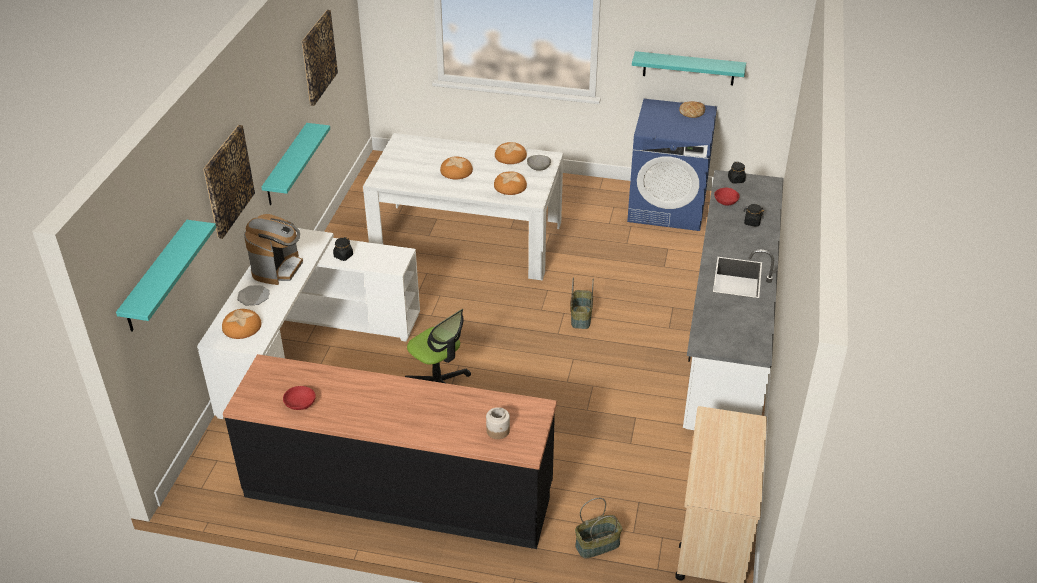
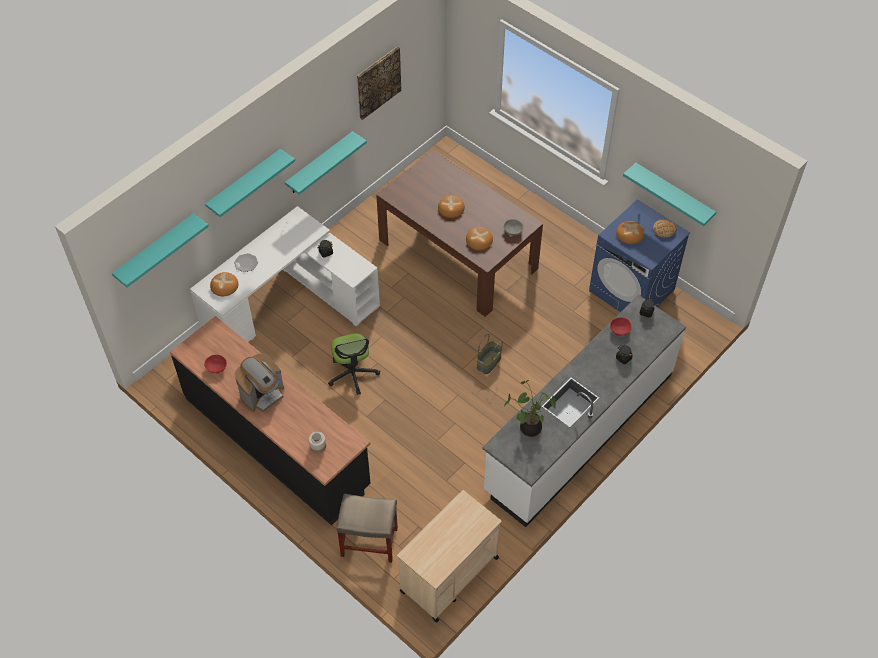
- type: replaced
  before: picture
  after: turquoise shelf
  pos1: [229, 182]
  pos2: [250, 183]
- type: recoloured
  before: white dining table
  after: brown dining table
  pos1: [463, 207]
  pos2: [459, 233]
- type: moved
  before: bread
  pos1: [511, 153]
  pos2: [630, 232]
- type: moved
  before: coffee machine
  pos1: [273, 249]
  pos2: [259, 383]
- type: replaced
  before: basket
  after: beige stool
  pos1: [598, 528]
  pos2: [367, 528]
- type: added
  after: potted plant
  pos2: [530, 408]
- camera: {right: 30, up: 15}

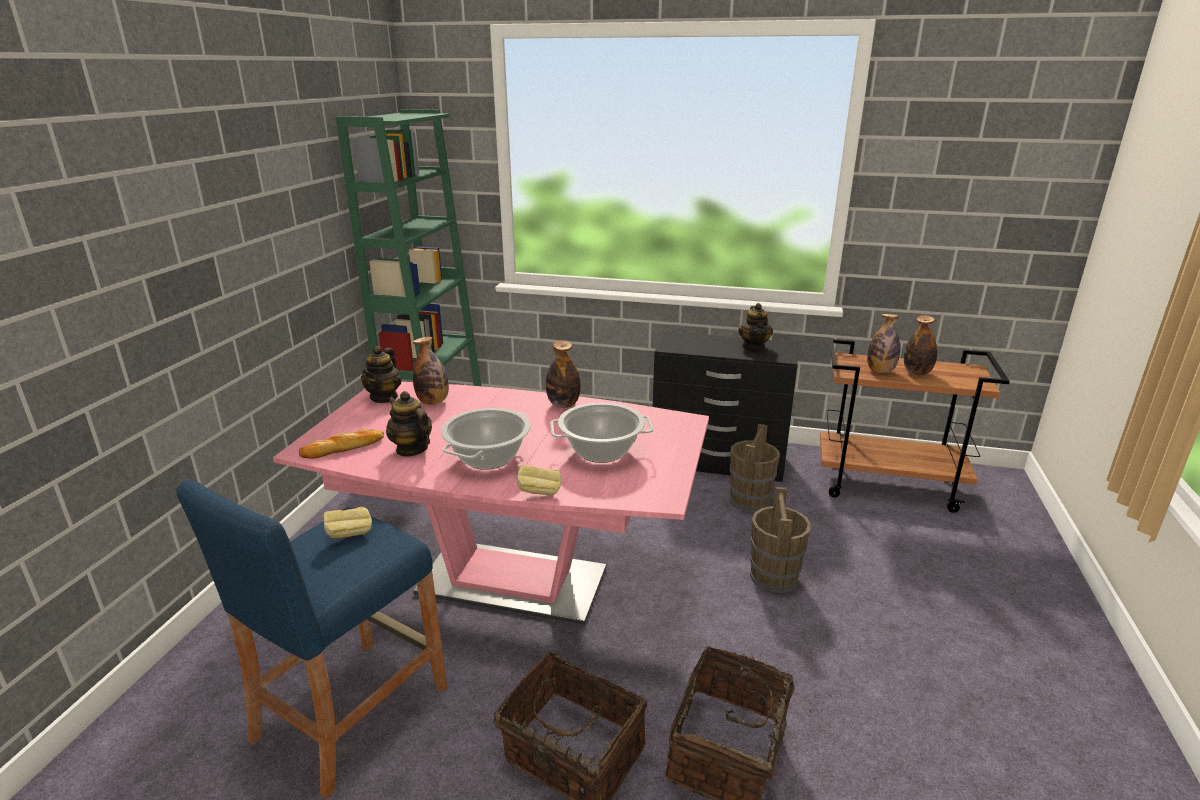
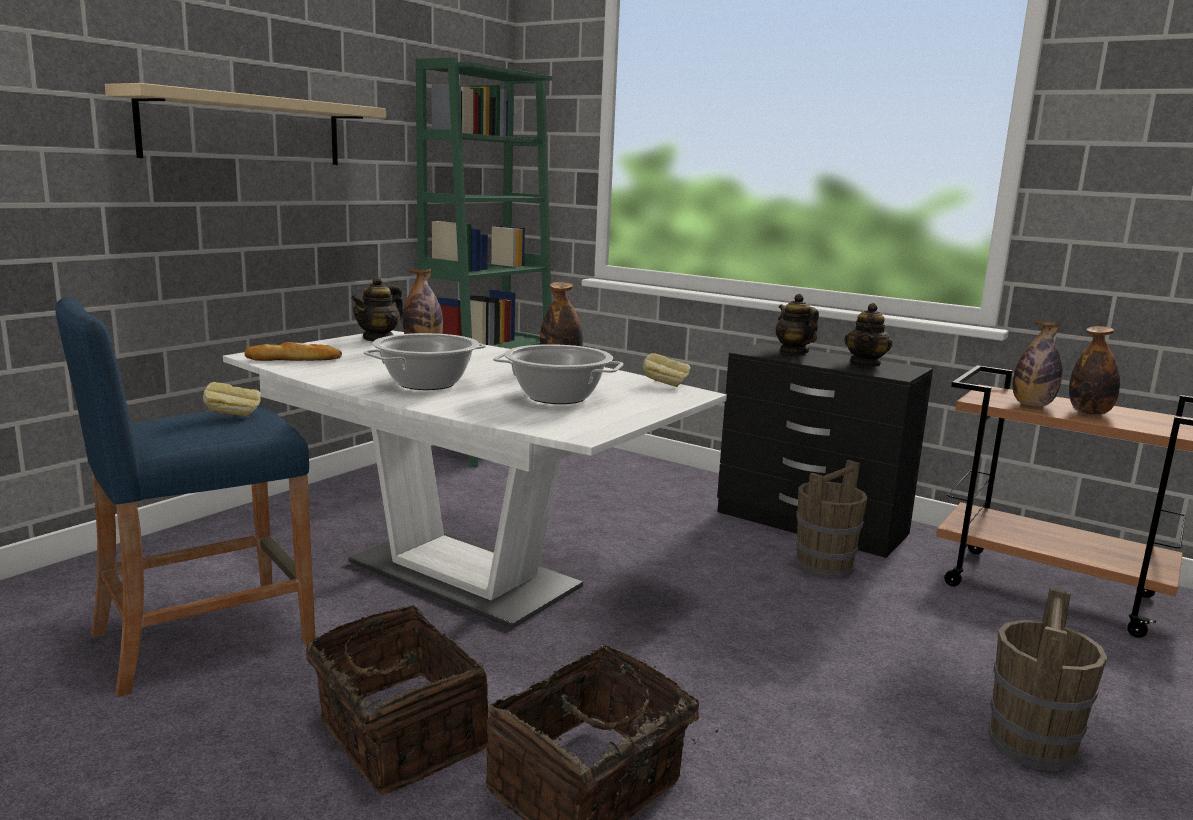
- type: recoloured
  before: pink dining table
  after: white dining table
  pos1: [491, 503]
  pos2: [475, 479]
- type: moved
  before: teapot
  pos1: [409, 424]
  pos2: [797, 324]
- type: moved
  before: bread
  pos1: [539, 480]
  pos2: [667, 370]
- type: moved
  before: brown bucket
  pos1: [780, 540]
  pos2: [1048, 679]
- type: added
  after: beige shelf
  pos2: [245, 124]
- camera: {right: 20, up: -10}

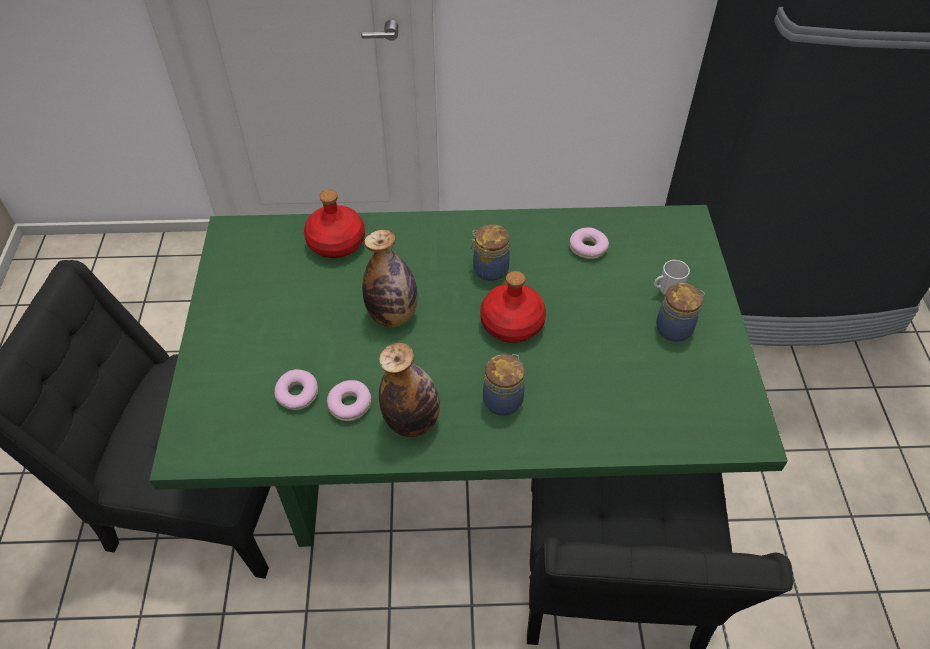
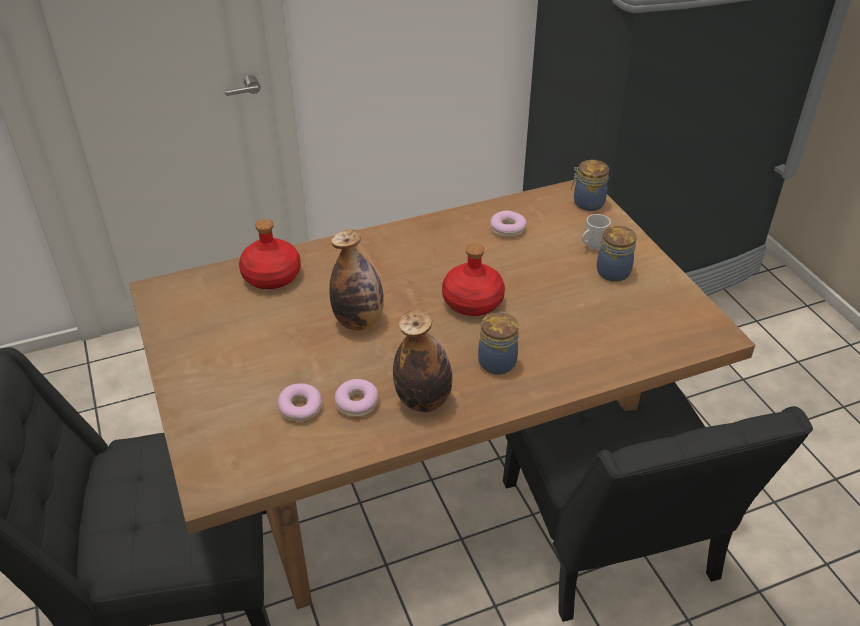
- type: recoloured
  before: green dining table
  after: brown dining table
  pos1: [468, 376]
  pos2: [442, 394]
- type: moved
  before: jar
  pos1: [490, 252]
  pos2: [590, 185]
- camera: {right: -20, up: -10}

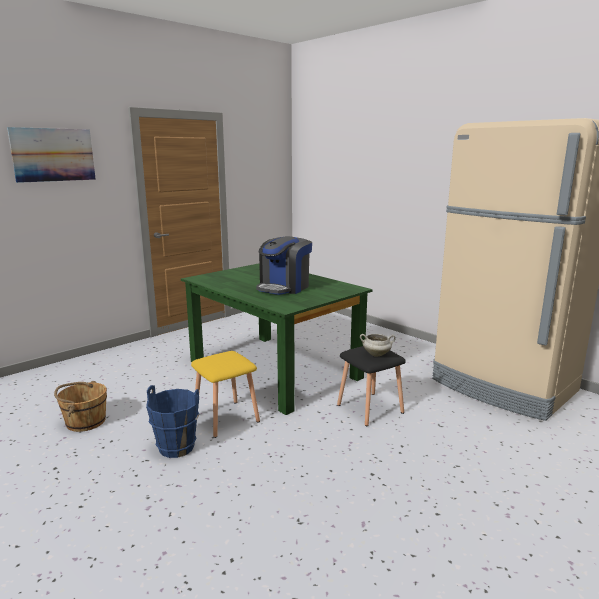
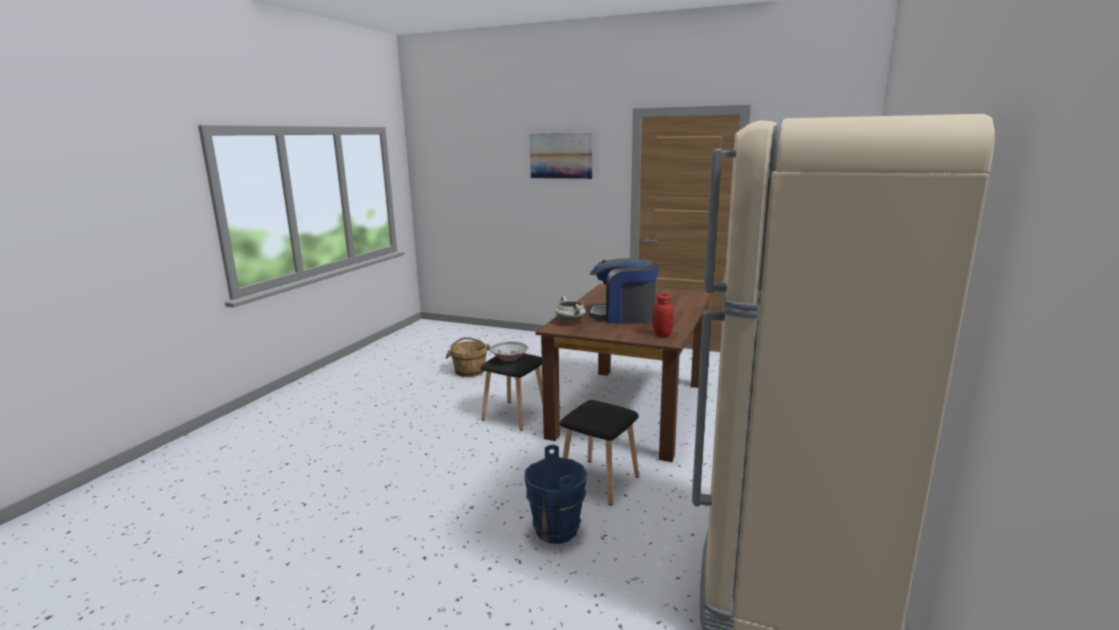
- type: recoloured
  before: green dining table
  after: brown dining table
  pos1: [276, 339]
  pos2: [623, 373]
- type: moved
  before: white cooking pot
  pos1: [378, 345]
  pos2: [570, 310]
- type: recoloured
  before: yellow stool
  after: black stool
  pos1: [225, 394]
  pos2: [512, 392]
- type: moved
  before: blue bucket
  pos1: [172, 421]
  pos2: [555, 494]
- type: added
  after: red jar
  pos2: [662, 315]
- type: added
  after: bowl
  pos2: [509, 351]
- camera: {right: 65, up: 0}

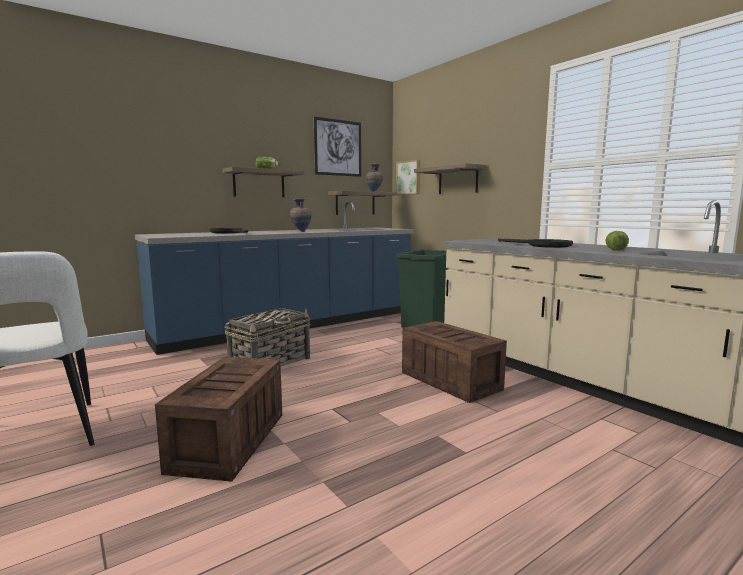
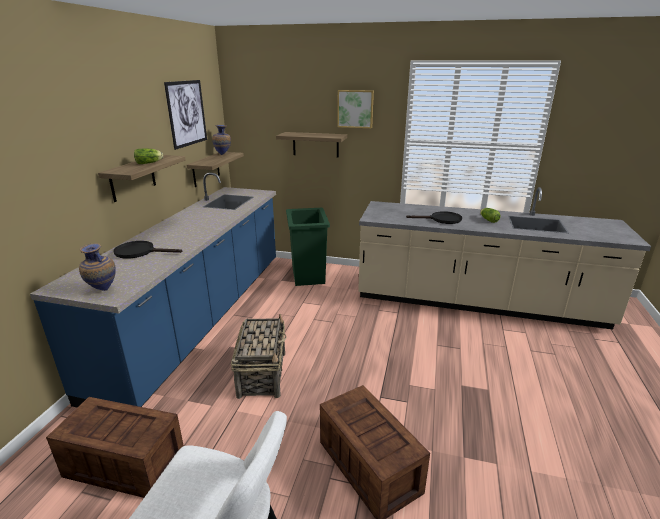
- type: moved
  before: picture
  pos1: [408, 177]
  pos2: [355, 109]
- type: moved
  before: vase
  pos1: [300, 215]
  pos2: [97, 267]
- type: moved
  before: crate
  pos1: [454, 362]
  pos2: [115, 447]
- camera: {right: -40, up: 15}

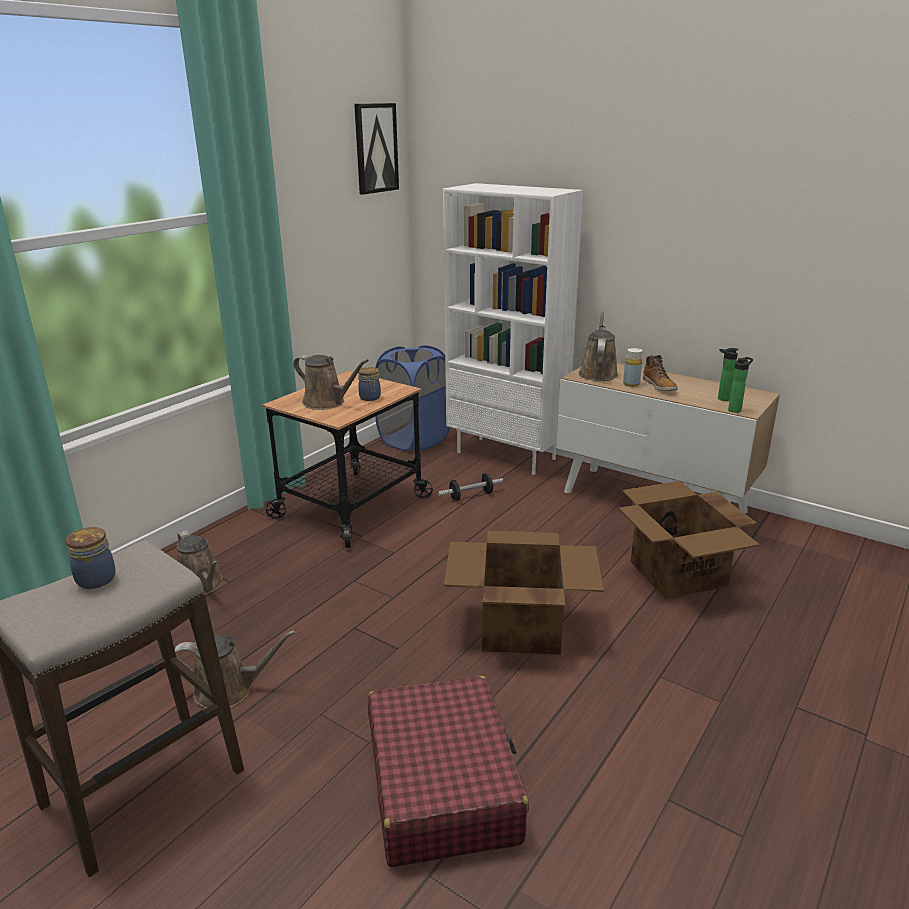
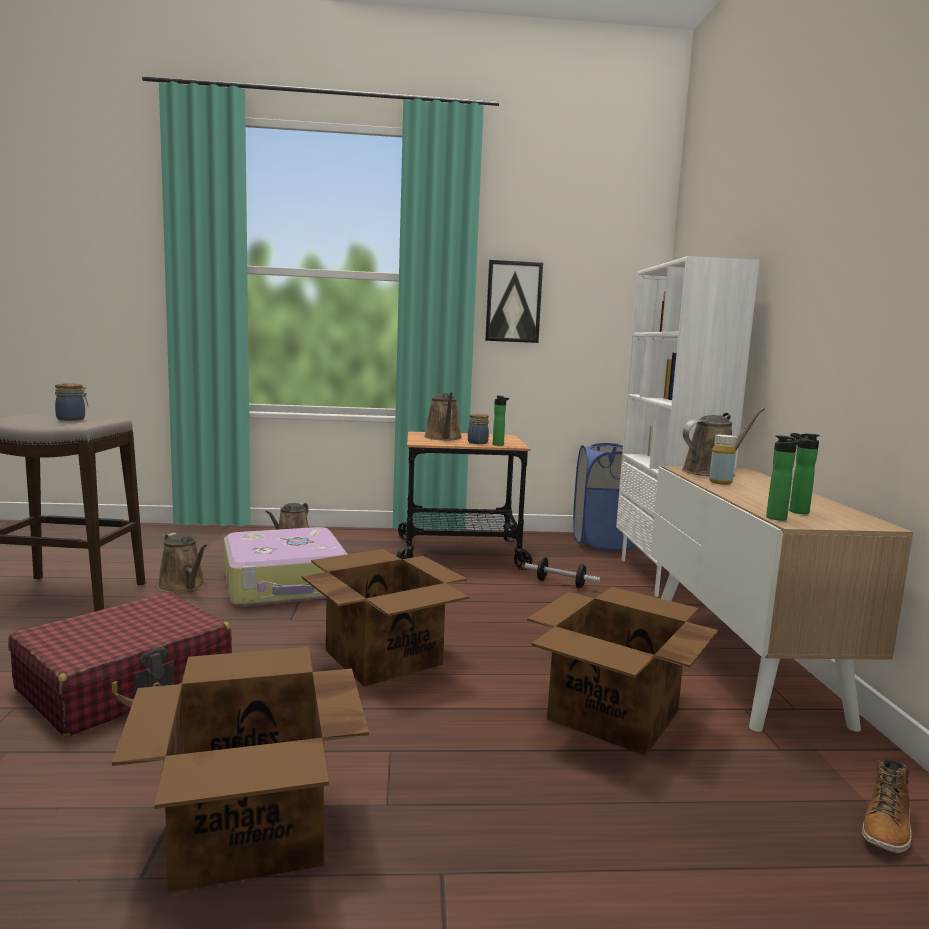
- type: moved
  before: picture
  pos1: [376, 149]
  pos2: [514, 301]
- type: moved
  before: boot
  pos1: [660, 373]
  pos2: [886, 806]
- type: added
  after: bottle
  pos2: [501, 420]
- type: added
  after: suitcase
  pos2: [285, 567]
- type: added
  after: cardboard box
  pos2: [240, 769]
- camera: {right: 50, up: -15}

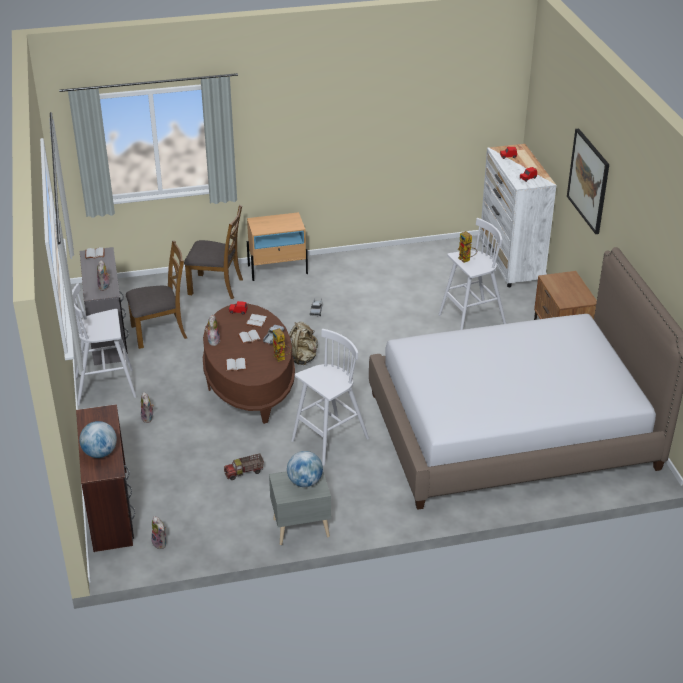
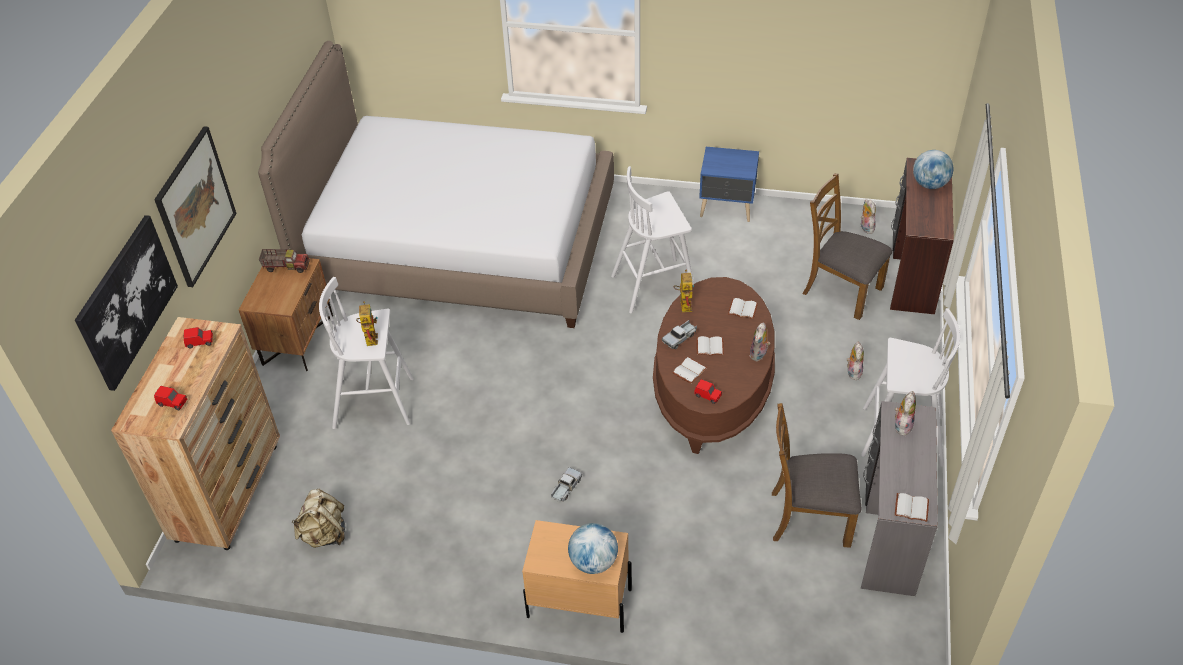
- type: recoloured
  before: white dresser
  after: brown dresser
  pos1: [518, 215]
  pos2: [195, 433]
- type: moved
  before: brown chair
  pos1: [213, 252]
  pos2: [847, 246]
- type: moved
  before: beige backpack
  pos1: [303, 343]
  pos2: [318, 518]
- type: moved
  before: globe
  pos1: [305, 469]
  pos2: [593, 548]
- type: moved
  before: toy truck
  pos1: [244, 466]
  pos2: [284, 261]
- type: recoloured
  before: grey nightstand
  after: blue nightstand
  pos1: [300, 508]
  pos2: [729, 184]
- type: added
  after: picture
  pos2: [126, 303]
- camera: {right: -155, up: 10}

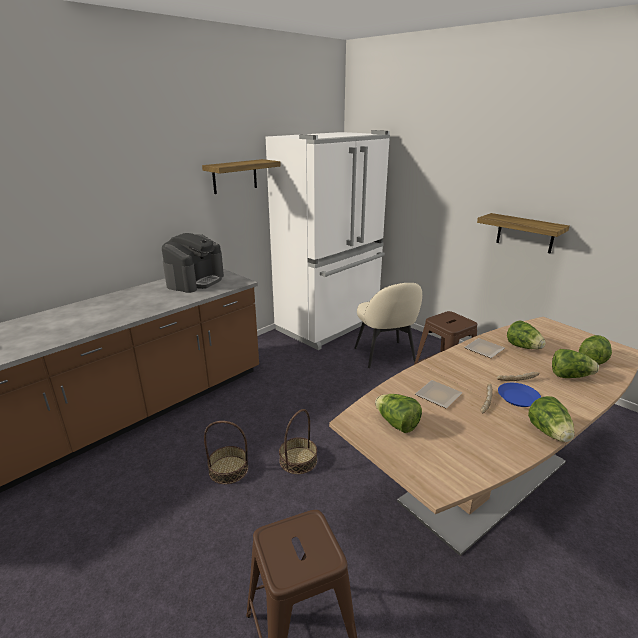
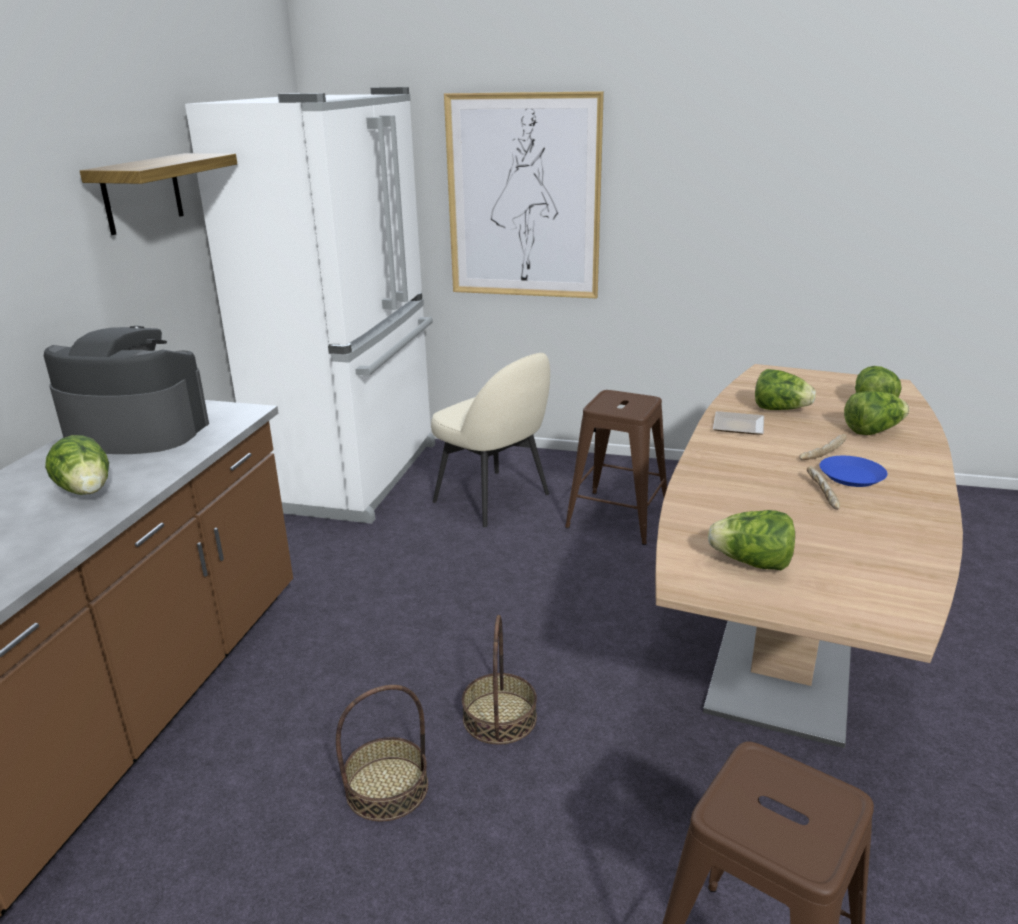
- type: removed
  before: shelf
  pos1: [523, 233]
- type: turned
  before: coffee machine
  pos1: [193, 263]
  pos2: [126, 390]
  turn: -75
- type: removed
  before: plate
  pos1: [438, 394]
- type: moved
  before: lettuce
  pos1: [551, 419]
  pos2: [77, 465]
- type: added
  after: picture
  pos2: [524, 195]
- camera: {right: -30, up: 0}

